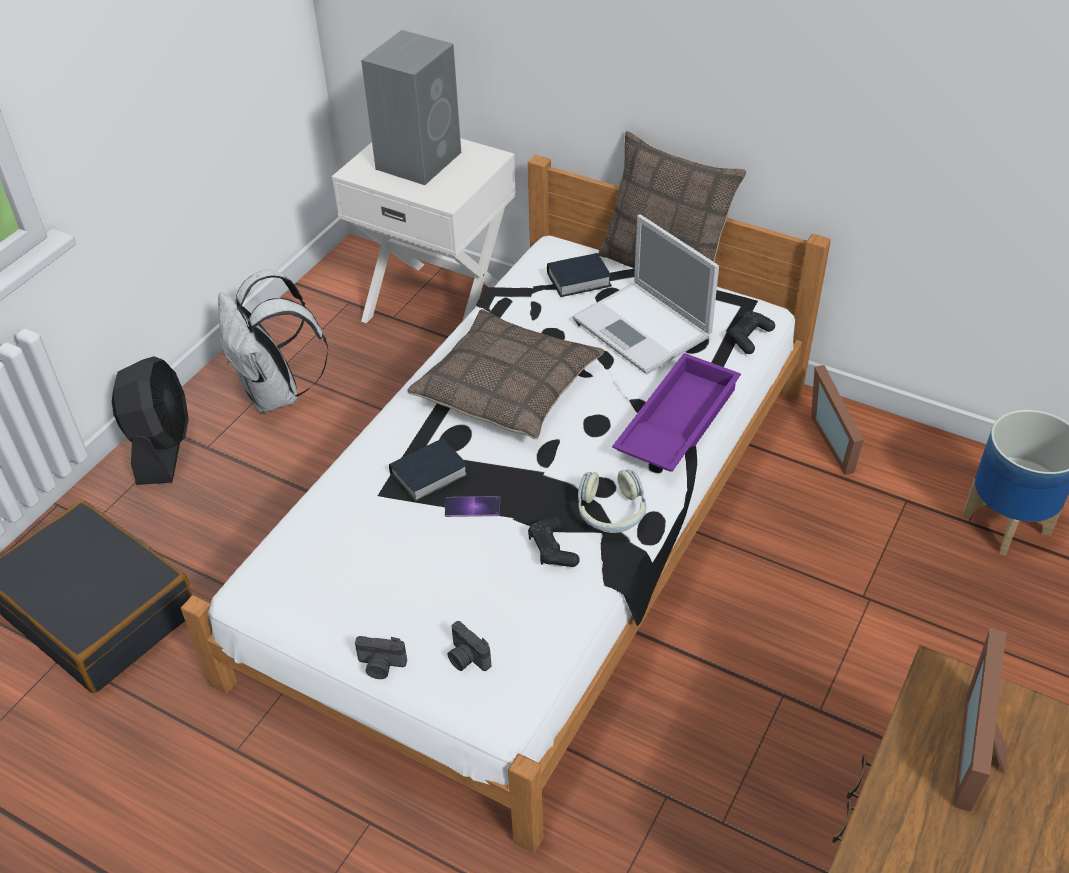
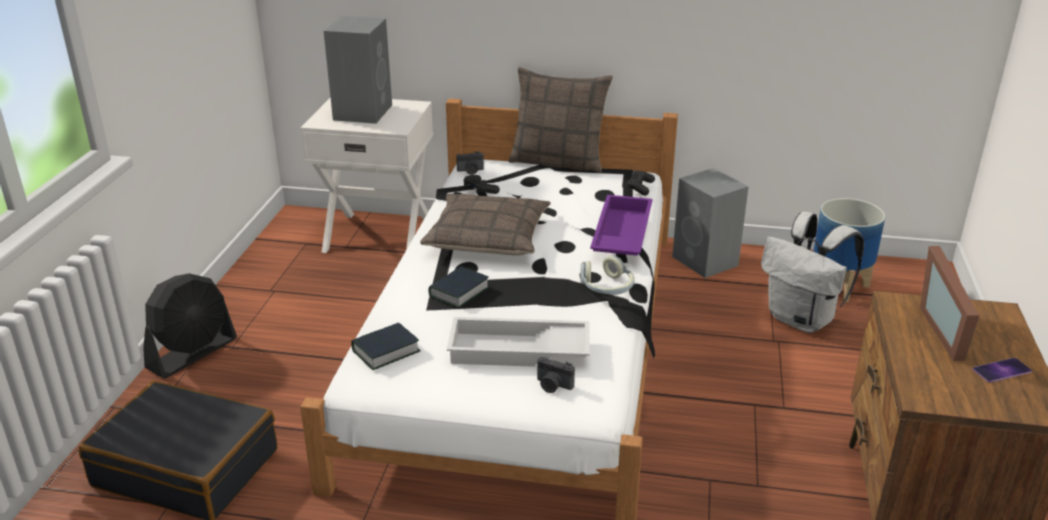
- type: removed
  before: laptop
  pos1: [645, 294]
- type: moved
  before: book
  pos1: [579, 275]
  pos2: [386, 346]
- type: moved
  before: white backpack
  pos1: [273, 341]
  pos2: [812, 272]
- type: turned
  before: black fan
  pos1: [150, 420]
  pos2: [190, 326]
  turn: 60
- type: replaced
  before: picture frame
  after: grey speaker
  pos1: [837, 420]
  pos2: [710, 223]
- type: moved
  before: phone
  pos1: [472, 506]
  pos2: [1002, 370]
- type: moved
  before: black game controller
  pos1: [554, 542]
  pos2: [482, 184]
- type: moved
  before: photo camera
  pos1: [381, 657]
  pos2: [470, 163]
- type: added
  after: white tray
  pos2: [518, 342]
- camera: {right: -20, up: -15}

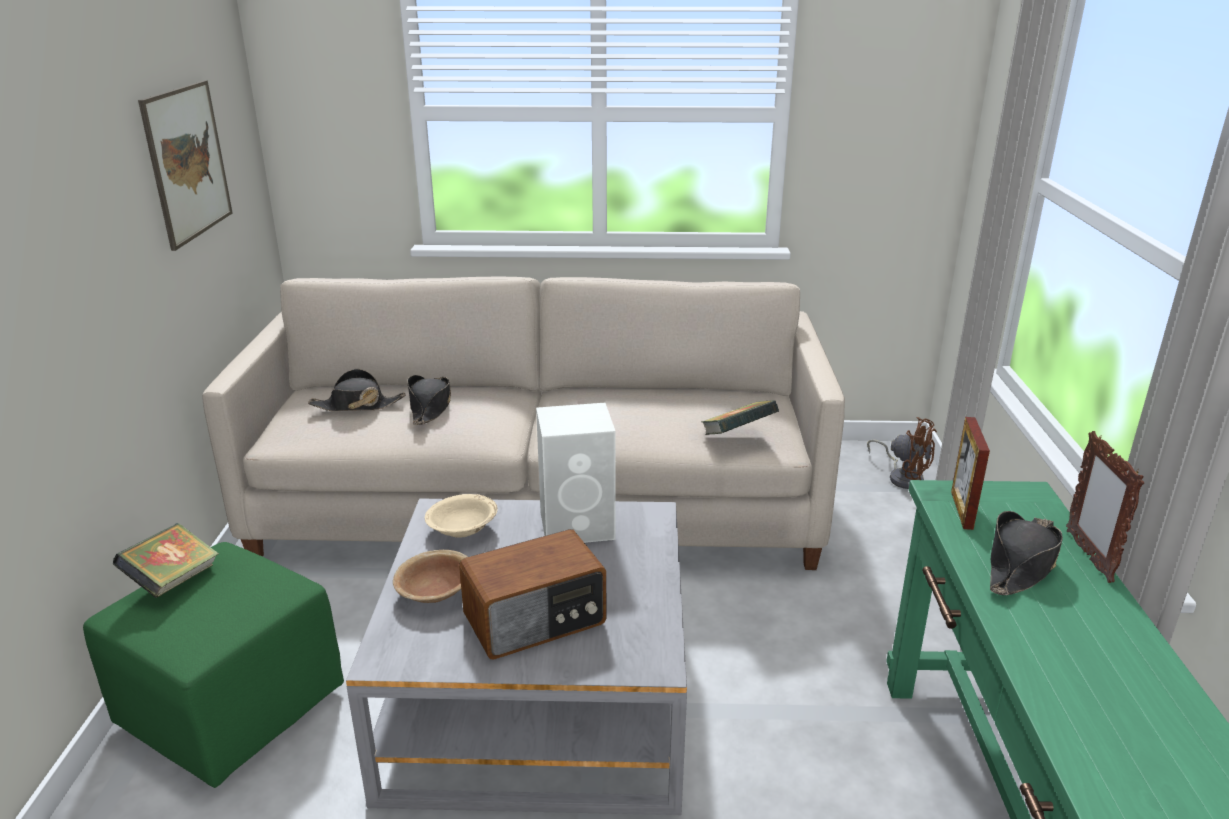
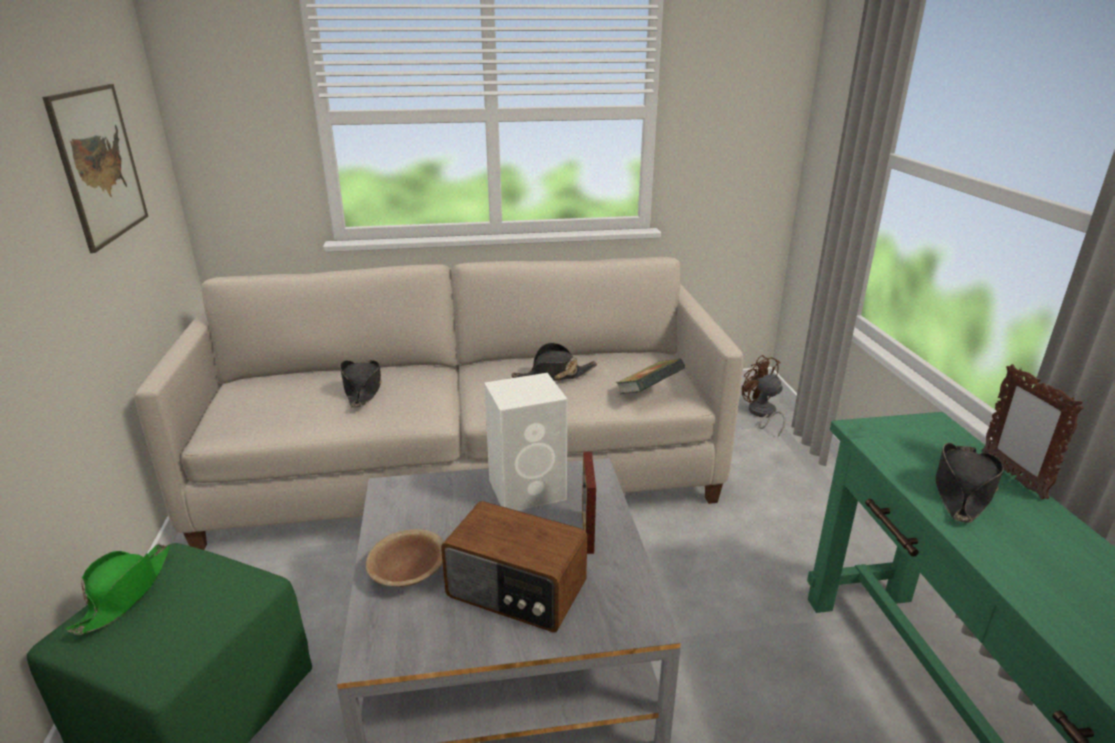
- type: moved
  before: black hat
  pos1: [357, 390]
  pos2: [554, 362]
- type: turned
  before: brown fan
  pos1: [902, 453]
  pos2: [763, 396]
  turn: -150
- type: moved
  before: picture frame
  pos1: [970, 473]
  pos2: [589, 503]
- type: removed
  before: beige bowl
  pos1: [461, 516]
- type: replaced
  before: book
  after: green hat
  pos1: [165, 560]
  pos2: [118, 589]
- type: turned
  before: radio
  pos1: [532, 594]
  pos2: [514, 566]
  turn: 60
- camera: {right: -10, up: 0}

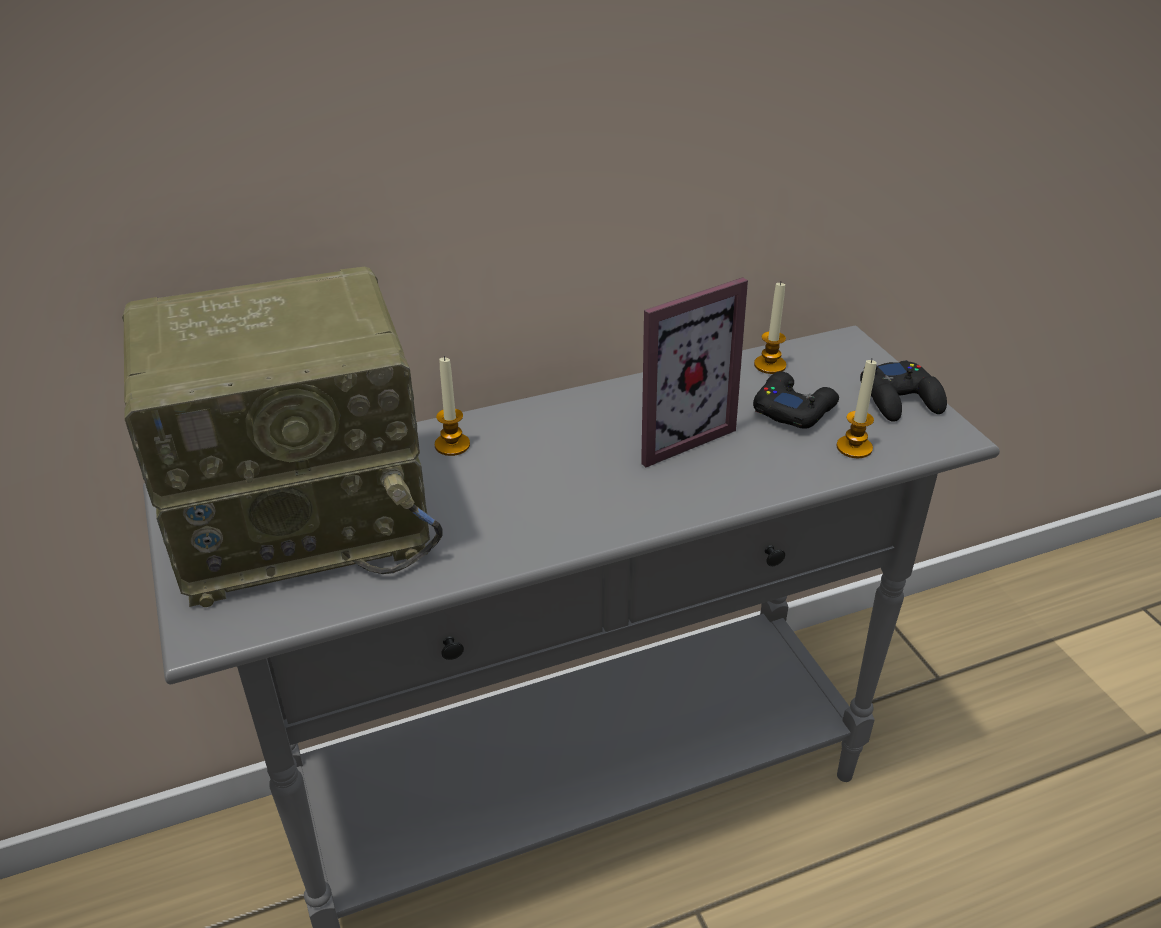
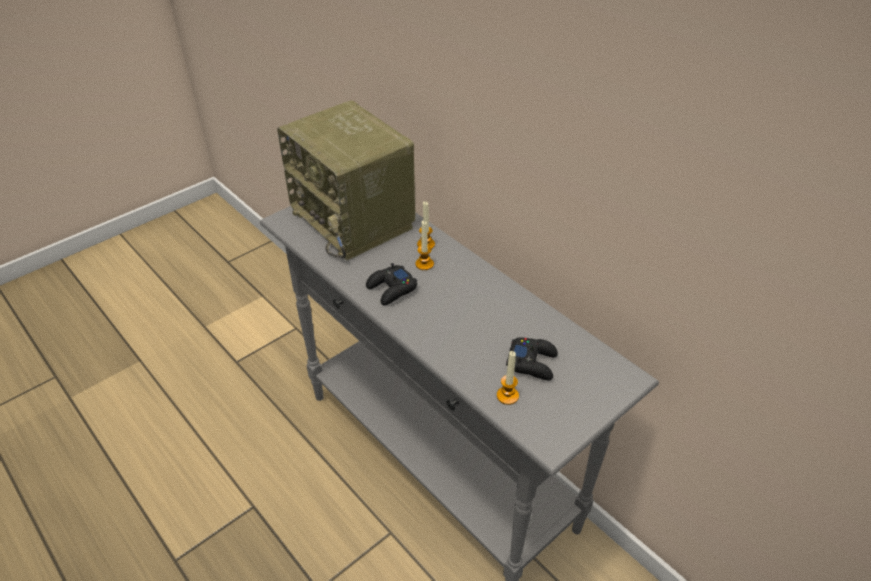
- type: removed
  before: picture frame
  pos1: [694, 372]
- type: moved
  before: candle
  pos1: [770, 328]
  pos2: [424, 245]
- type: moved
  before: black game controller
  pos1: [903, 391]
  pos2: [391, 284]
- camera: {right: 70, up: 5}

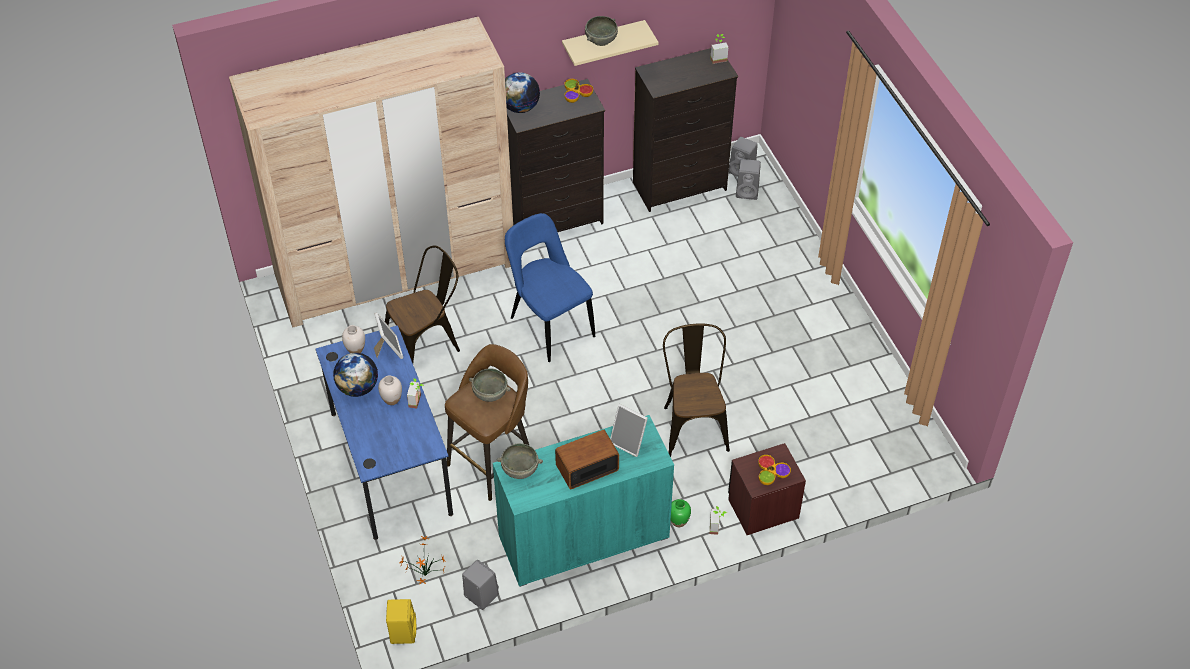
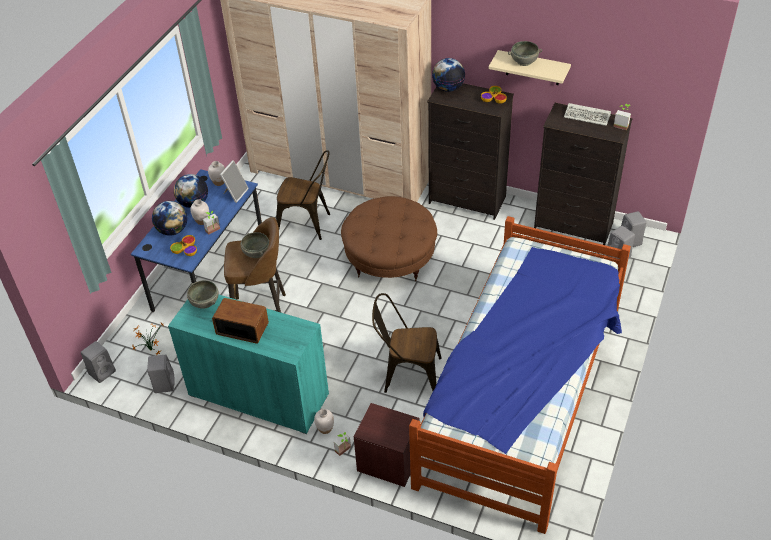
- type: replaced
  before: blue chair
  after: brown ottoman
  pos1: [550, 287]
  pos2: [389, 238]
- type: turned
  before: brown chair
  pos1: [696, 390]
  pos2: [407, 343]
  turn: -120
- type: removed
  before: picture frame
  pos1: [629, 430]
- type: moved
  before: bowl
  pos1: [774, 470]
  pos2: [183, 245]
- type: recoloured
  before: green vase
  after: white vase
  pos1: [681, 513]
  pos2: [324, 421]
- type: recoloured
  before: yellow speaker
  after: grey speaker
  pos1: [401, 621]
  pos2: [98, 362]
- type: added
  after: keyboard
  pos2: [587, 114]
- type: added
  after: globe
  pos2: [169, 218]
- type: added
  after: bed
  pos2: [520, 375]
- camera: {right: 45, up: -5}

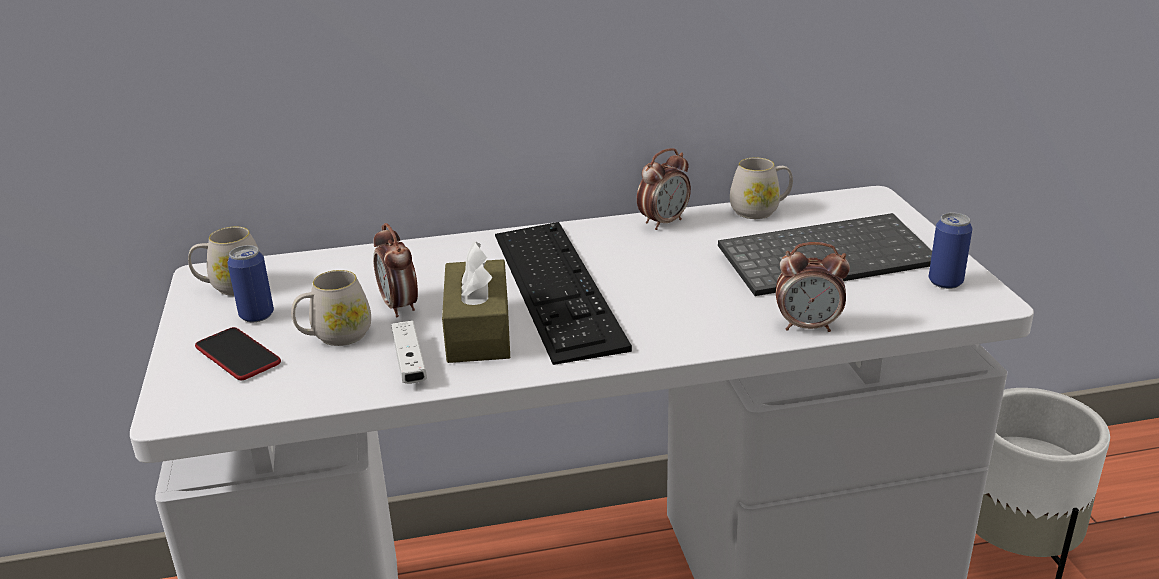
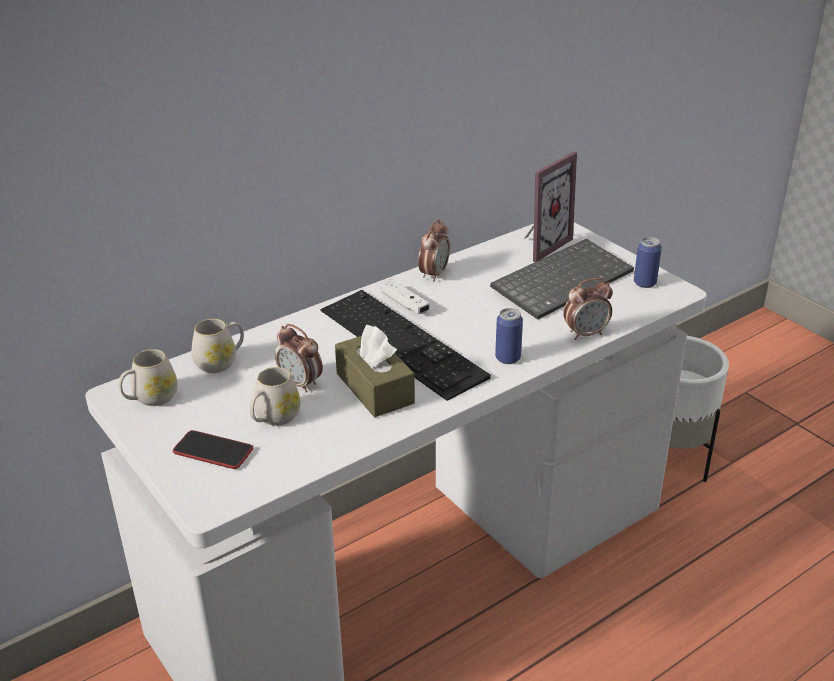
- type: moved
  before: white mug
  pos1: [761, 188]
  pos2: [218, 346]
- type: moved
  before: can
  pos1: [250, 283]
  pos2: [509, 336]
- type: moved
  before: white game controller
  pos1: [409, 352]
  pos2: [405, 296]
- type: added
  after: picture frame
  pos2: [550, 207]
- camera: {right: -25, up: 5}

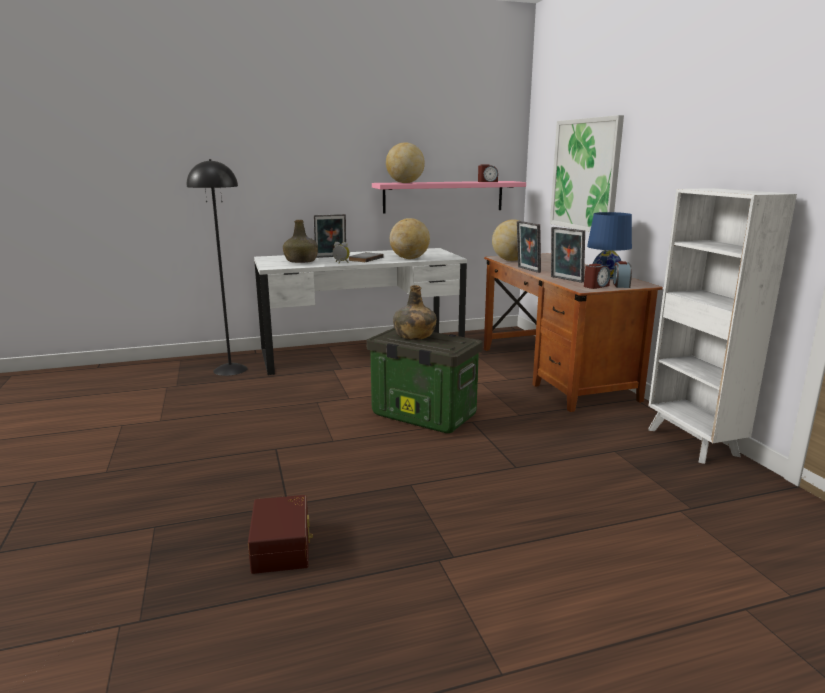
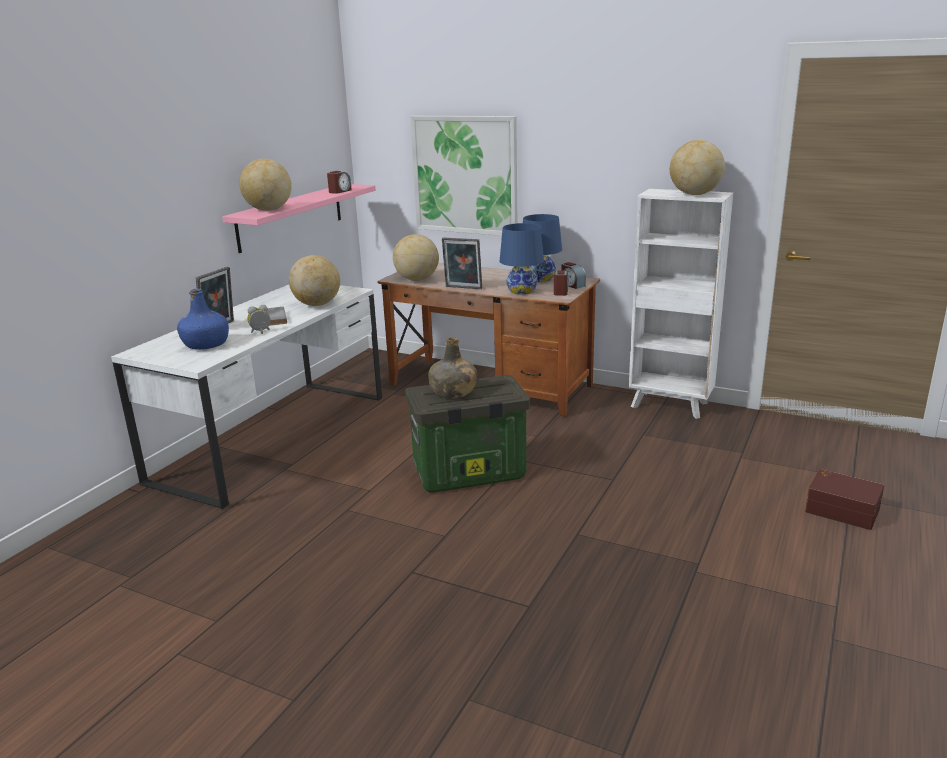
- type: removed
  before: black floor lamp
  pos1: [217, 267]
- type: recoloured
  before: green bottle
  after: blue bottle
  pos1: [300, 241]
  pos2: [203, 319]
- type: replaced
  before: picture frame
  after: blue table lamp
  pos1: [568, 255]
  pos2: [522, 259]
- type: moved
  before: brown storage box
  pos1: [280, 534]
  pos2: [844, 499]
- type: added
  after: globe
  pos2: [697, 167]
- camera: {right: -45, up: 5}

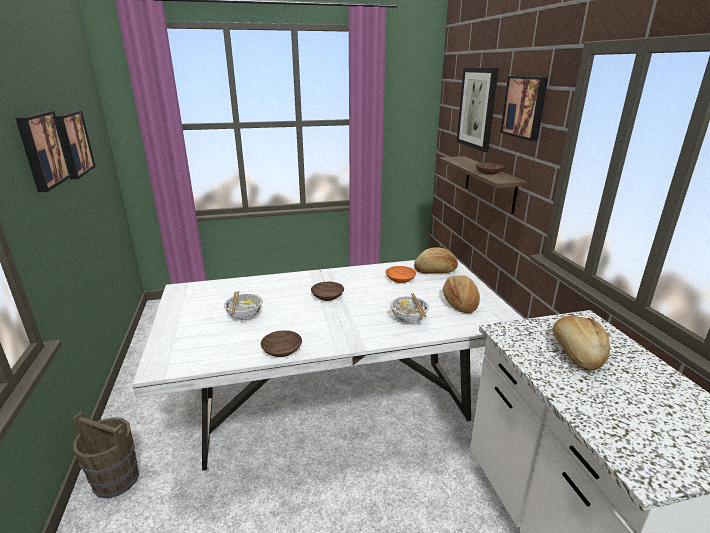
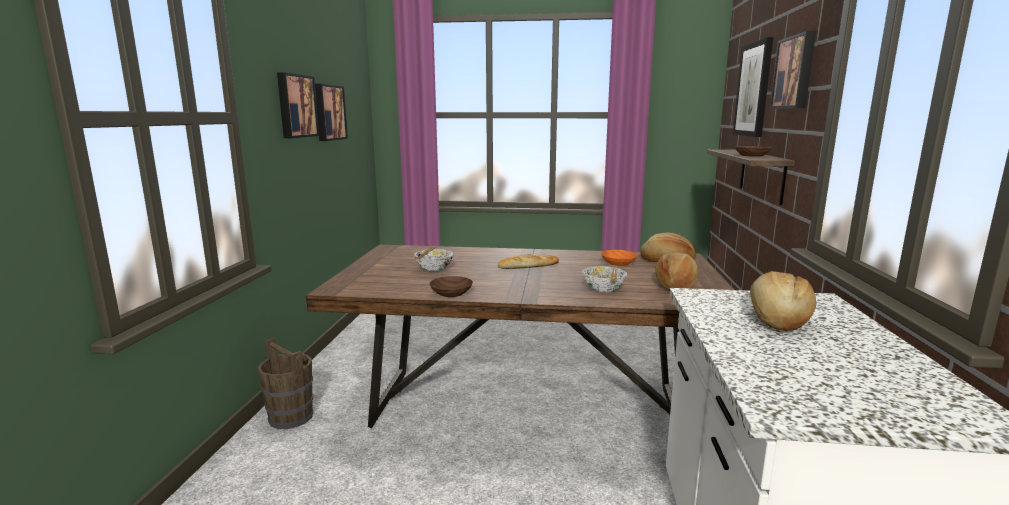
- type: recoloured
  before: white dining table
  after: brown dining table
  pos1: [327, 365]
  pos2: [520, 336]
- type: replaced
  before: brown bowl
  after: bread
  pos1: [327, 291]
  pos2: [528, 261]
- camera: {right: 20, up: -10}

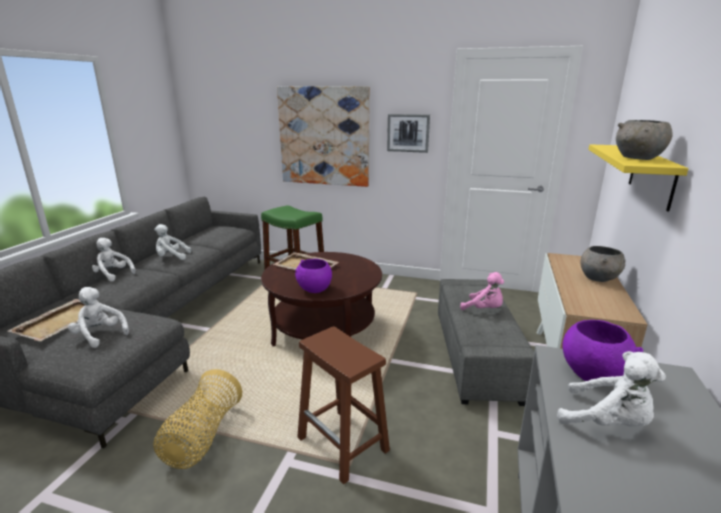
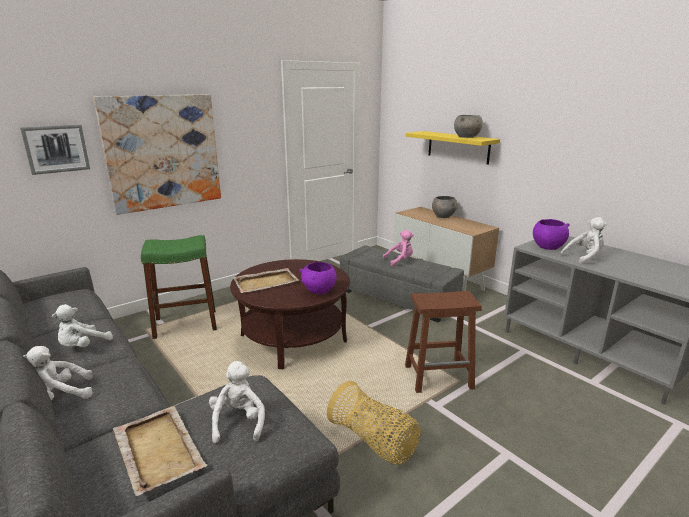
- type: moved
  before: picture
  pos1: [408, 133]
  pos2: [55, 150]
- type: turned
  before: white plush toy
  pos1: [98, 317]
  pos2: [237, 402]
  turn: 105
- camera: {right: -55, up: 0}

